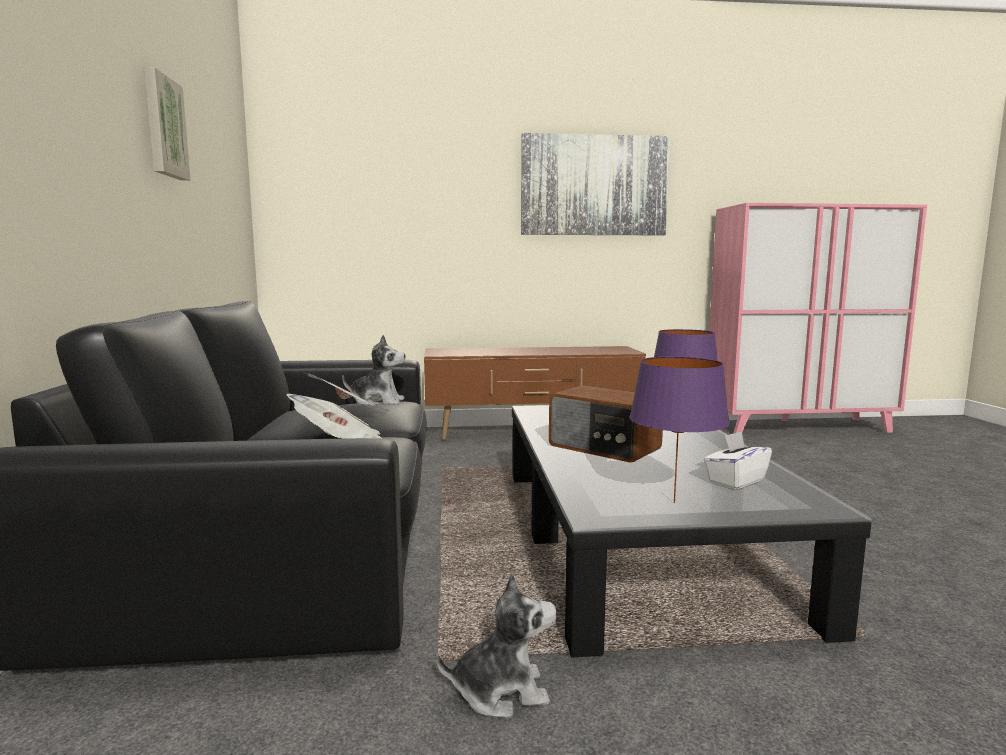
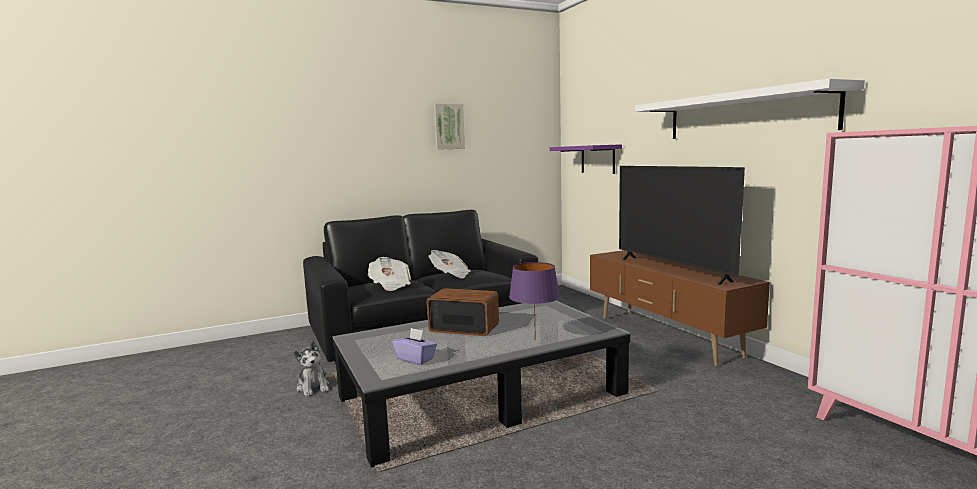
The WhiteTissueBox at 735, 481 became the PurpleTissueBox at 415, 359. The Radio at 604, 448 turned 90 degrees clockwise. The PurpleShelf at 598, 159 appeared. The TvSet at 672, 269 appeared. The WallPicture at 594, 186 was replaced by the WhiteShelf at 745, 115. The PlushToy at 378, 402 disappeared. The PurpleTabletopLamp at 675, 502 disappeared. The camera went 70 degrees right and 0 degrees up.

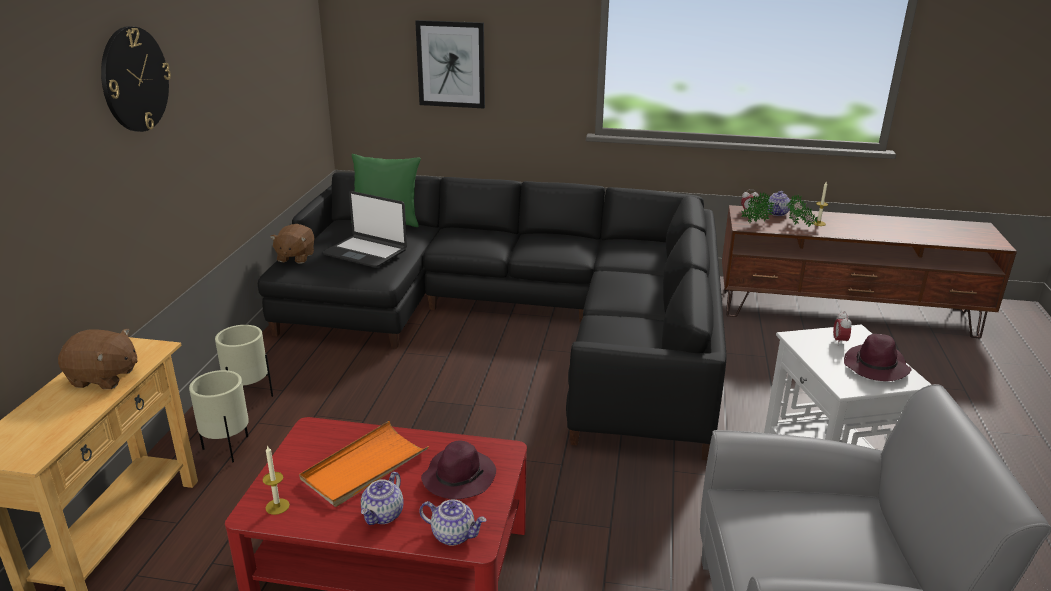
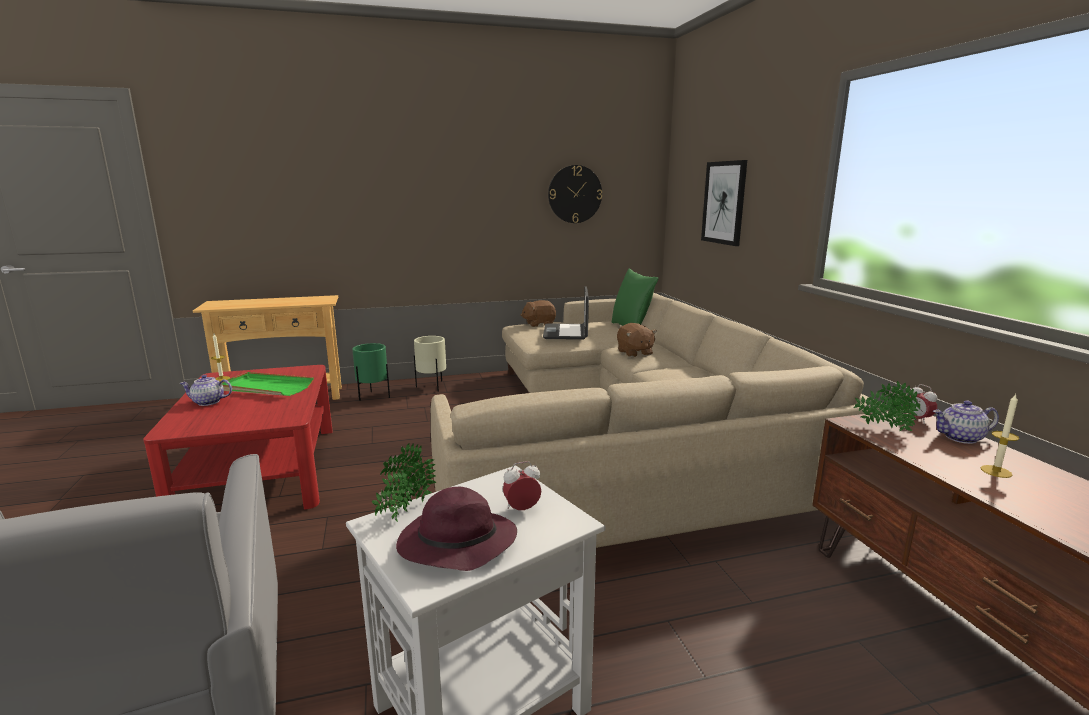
The OrangeTray at 364, 467 became the GreenishTray at 265, 388. The BeigePlantPot at 228, 449 became the GreenishPlantPot at 373, 397. The Houseplant moved from 799, 226 to 403, 512. The BlackColouredSofa at 517, 320 became the BeigeSofa at 630, 436. The HangingClock moved from 134, 79 to 575, 194. The BrownColouredPlushToy moved from 104, 378 to 634, 353. The PotForTea at 454, 535 disappeared. The PurpleHat at 459, 477 disappeared. The camera went 65 degrees right and 10 degrees down.

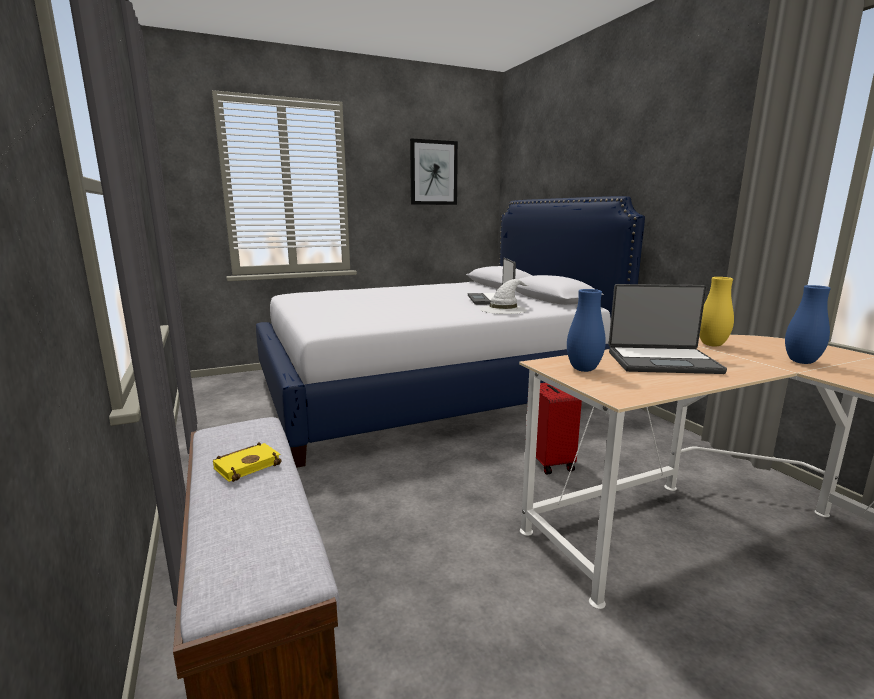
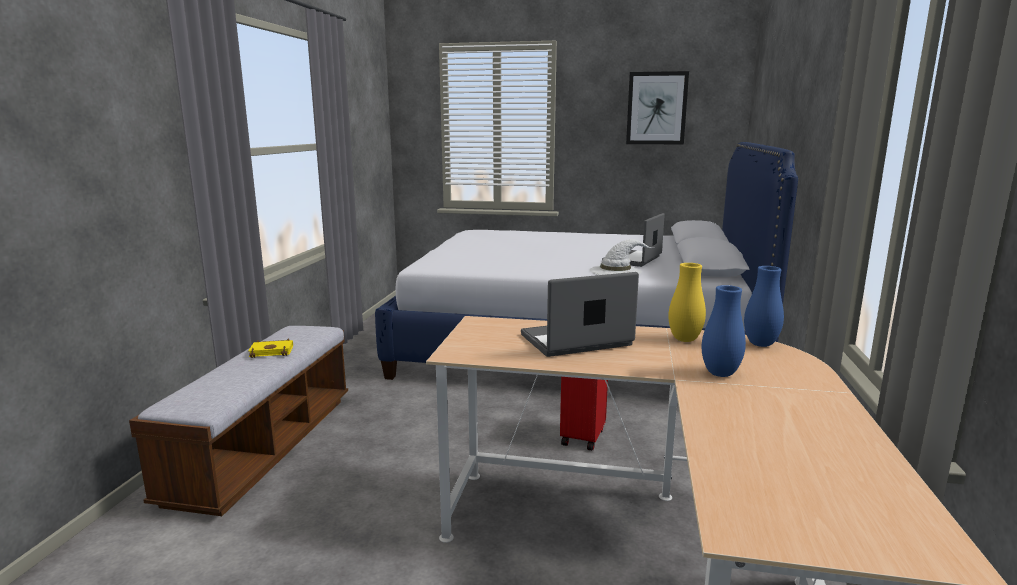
The PortableComputer at 662, 361 turned 120 degrees clockwise. The BluishFlowerVase moved from 583, 369 to 760, 344. The camera went 35 degrees right and 0 degrees up.

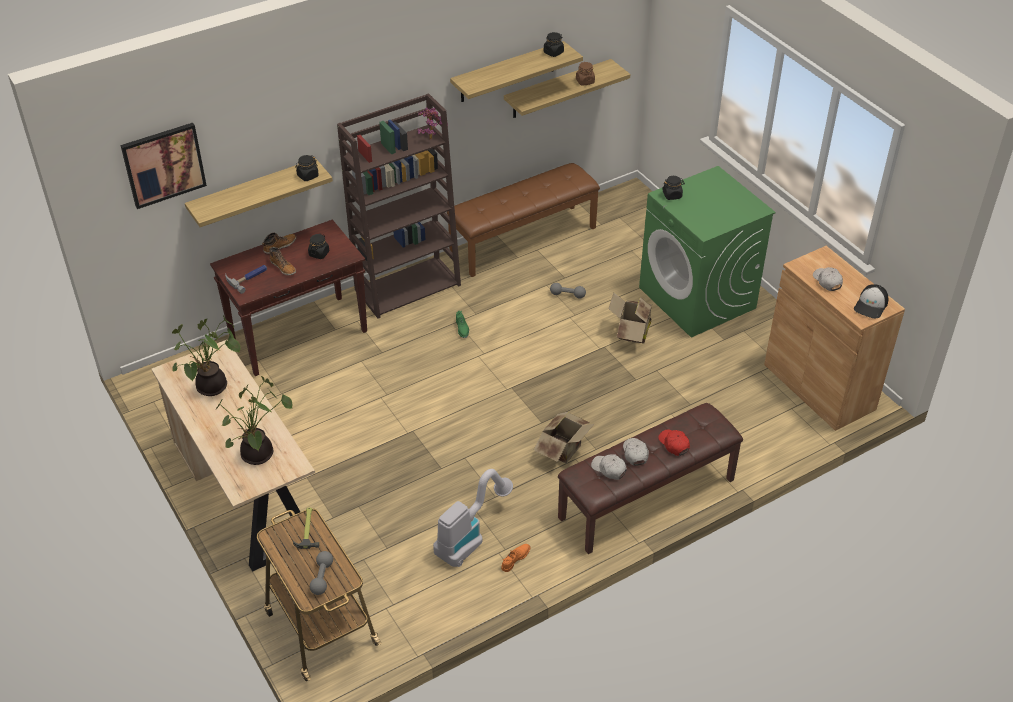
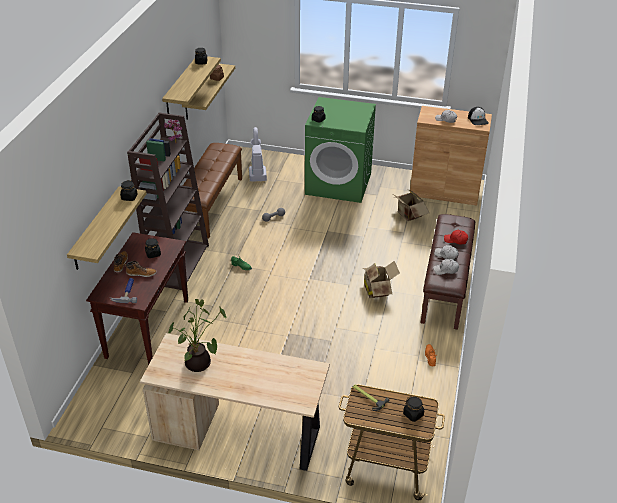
The Vacuum moved from 470, 537 to 257, 170. The Carton moved from 630, 333 to 408, 215. The GrayFreeWeight at 322, 577 was replaced by the BlackColouredPreserveJar at 413, 414. The WallPicture at 163, 164 disappeared. The Houseplant at 258, 456 disappeared. The camera went 45 degrees left and 5 degrees down.

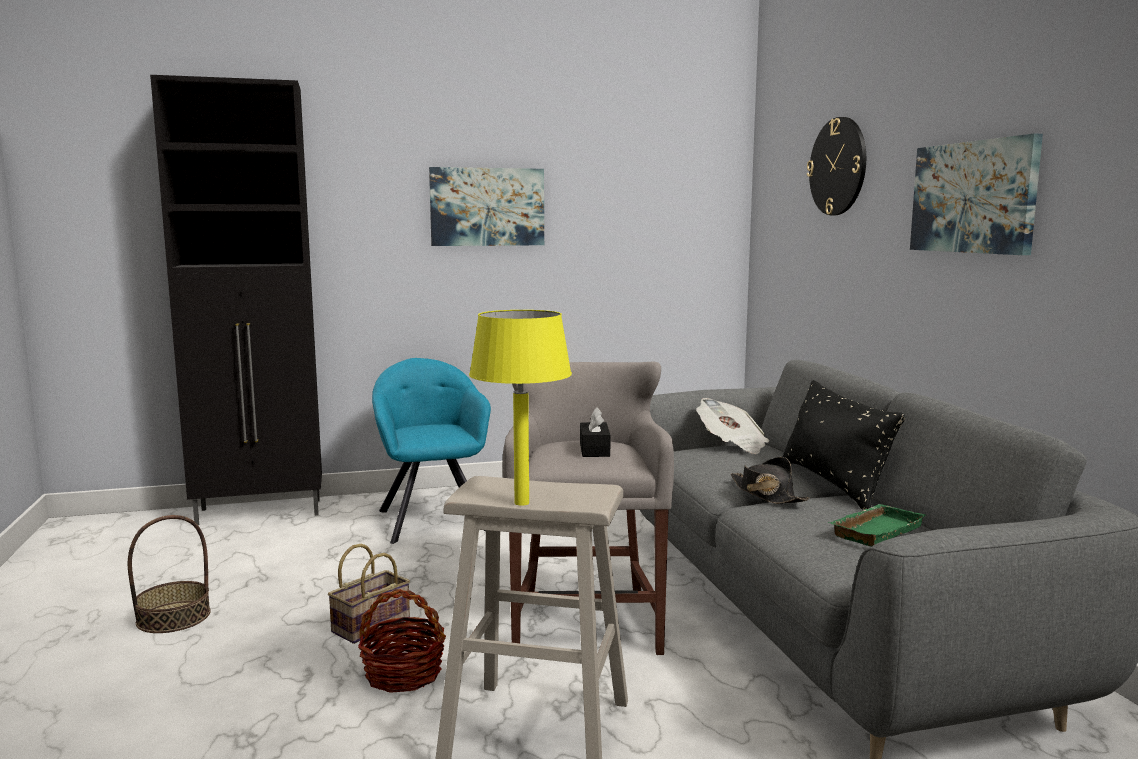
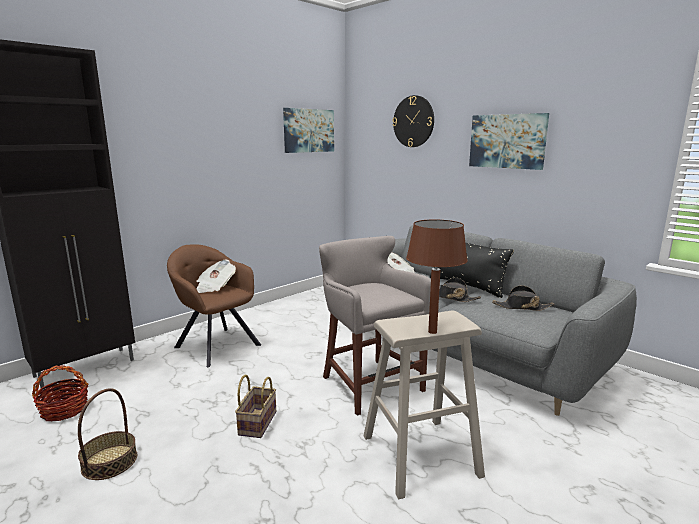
The StorageBasket moved from 403, 674 to 64, 410. The TurquoiseColouredArmchair at 432, 518 became the BrownColouredArmchair at 215, 345. The DailyPaper at 214, 287 appeared. The WallPicture moved from 487, 207 to 308, 130. The YellowTabletopLamp at 522, 502 became the BrownColouredTabletopLamp at 432, 331. The GreenishTray at 875, 530 was replaced by the BlackColouredHat at 522, 307. The BlackColouredTissueBox at 594, 450 disappeared. The camera went 30 degrees left and 5 degrees up.

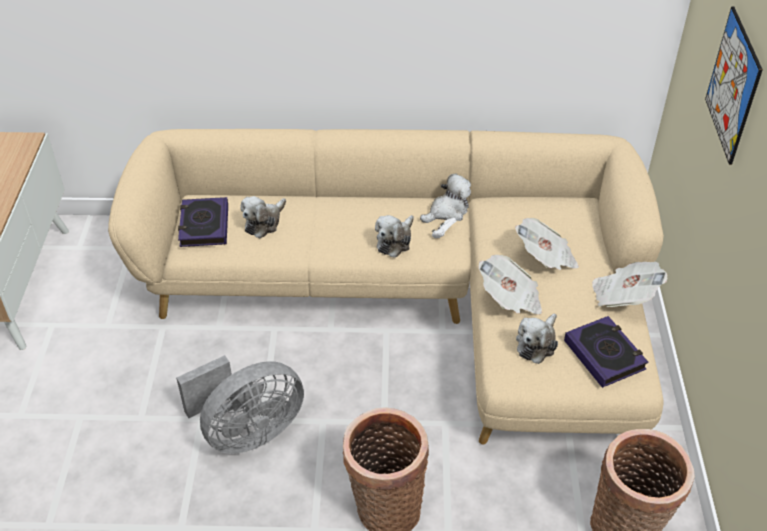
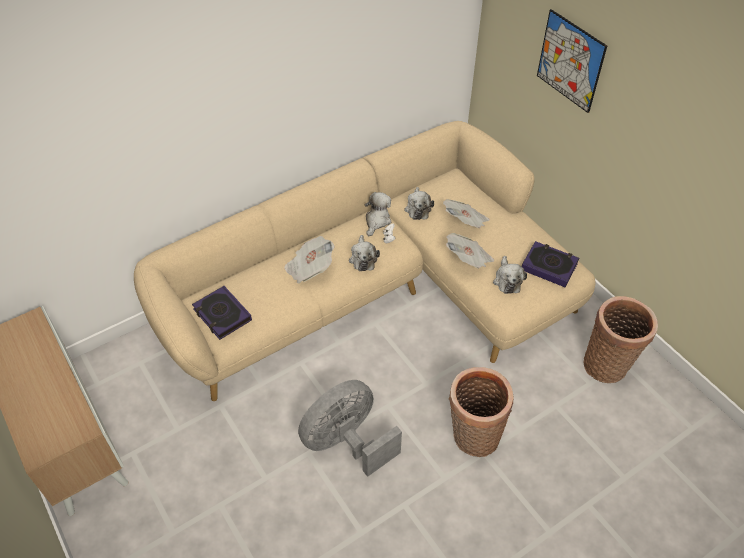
The DailyPaper moved from 623, 296 to 309, 268. The GrayCoolingFan at 247, 432 turned 150 degrees counterclockwise. The PlushToy moved from 264, 222 to 418, 208. The camera went 35 degrees left and 5 degrees up.

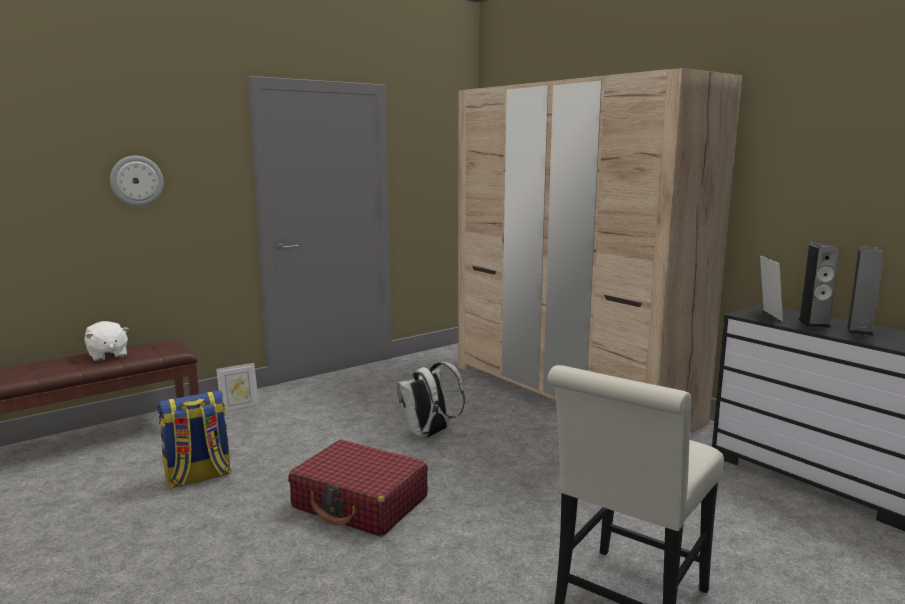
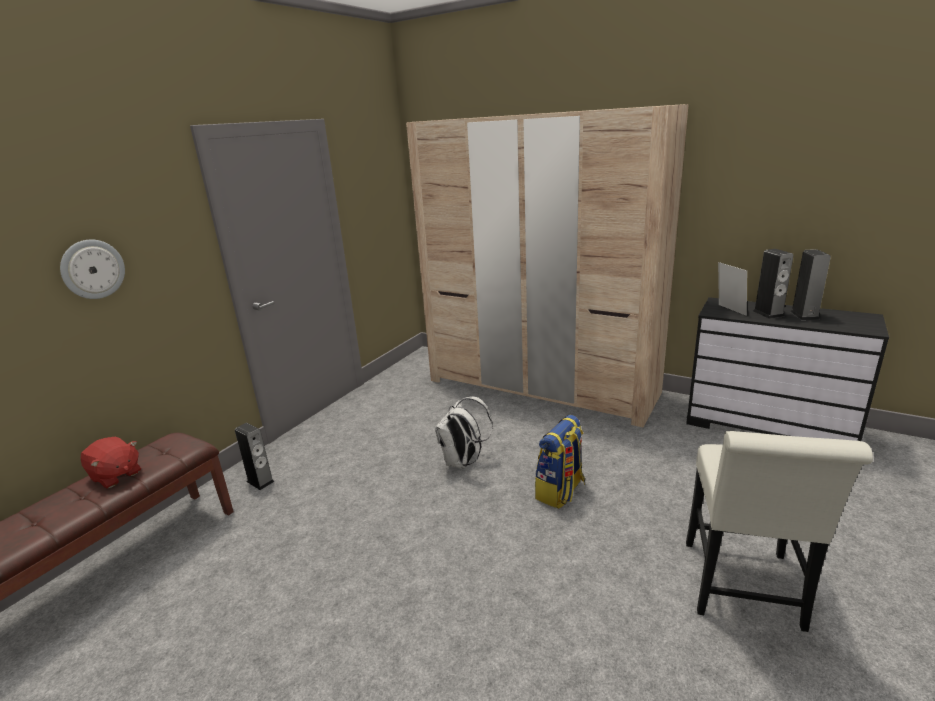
The WhitePlushToy at 107, 356 became the RedPlushToy at 116, 476. The StandingFrame at 239, 410 was replaced by the AudioSpeaker at 260, 481. The Rucksack moved from 198, 477 to 560, 491. The RedTravelCase at 360, 503 disappeared. The camera went 20 degrees left and 10 degrees up.

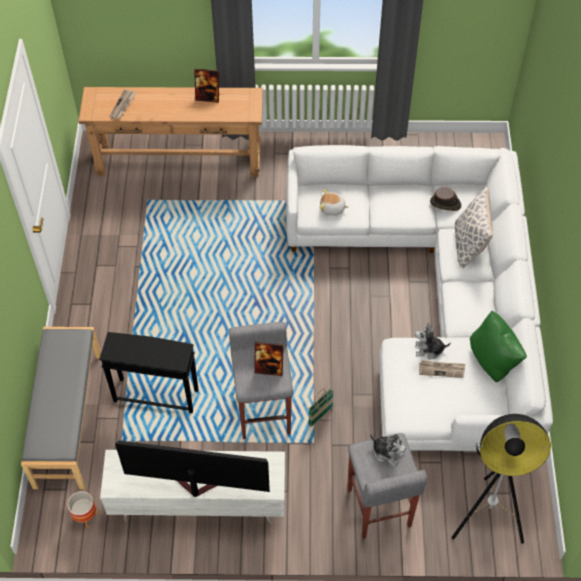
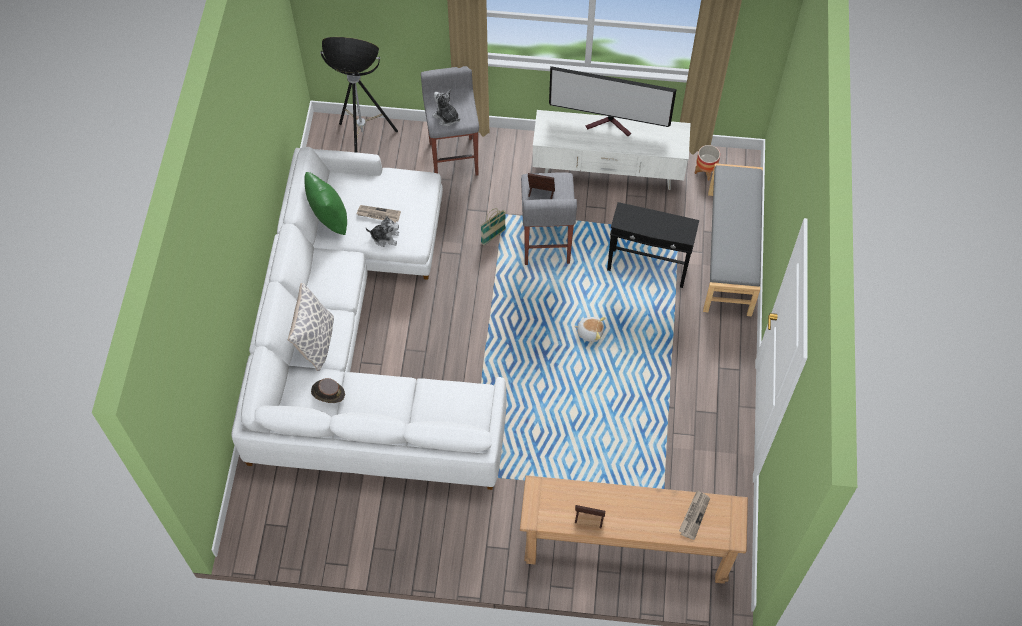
The PlushToy moved from 332, 209 to 590, 332. The camera went 175 degrees left and 5 degrees up.

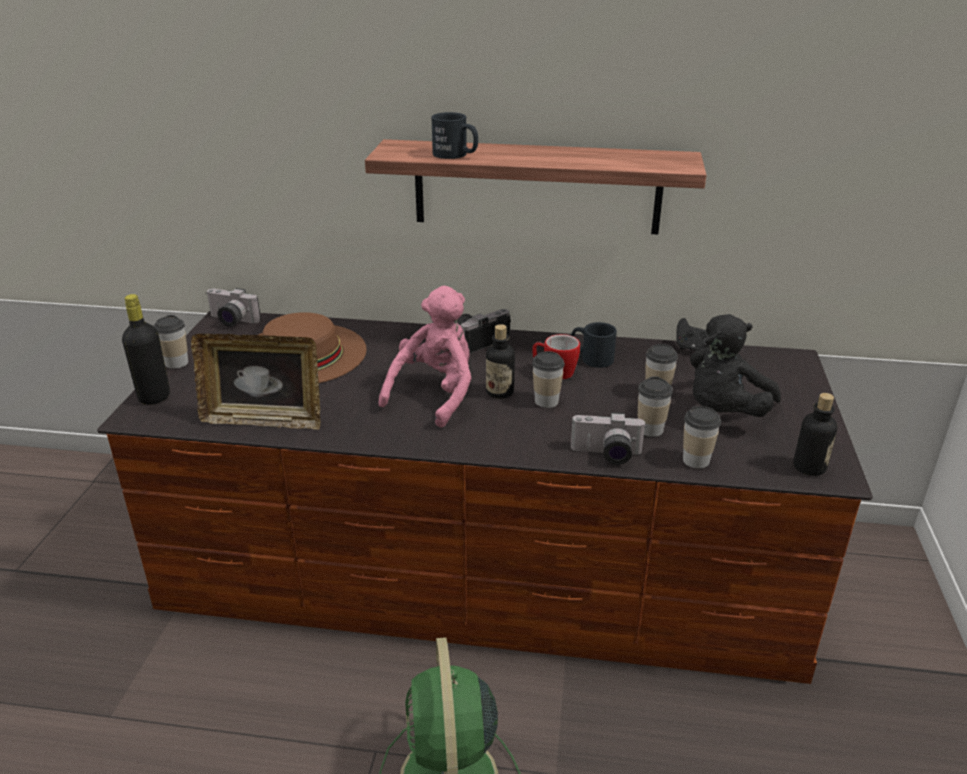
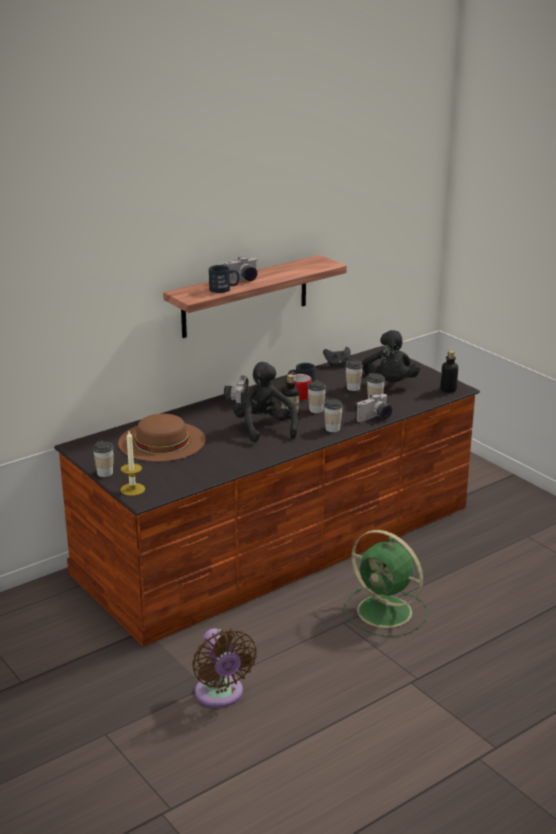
The BlackColouredDrinkBottle at 154, 397 was replaced by the Candle at 132, 489. The BrownColouredCoolingFan at 220, 695 appeared. The StillCamera moved from 231, 321 to 241, 280. The PinkColouredPlushToy at 435, 394 became the BlackColouredPlushToy at 264, 428. The Cup moved from 696, 460 to 332, 429. The StandingFrame at 264, 420 disappeared. The camera went 45 degrees left and 5 degrees down.

